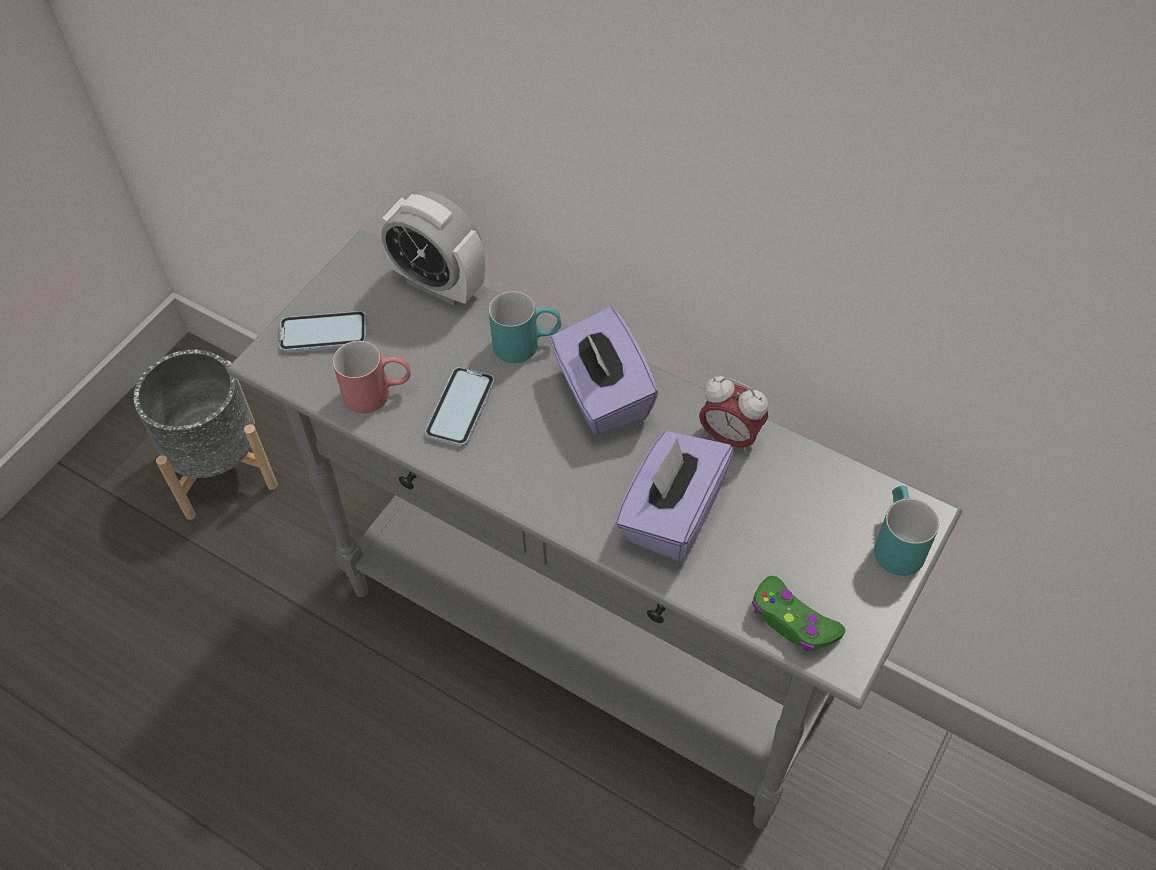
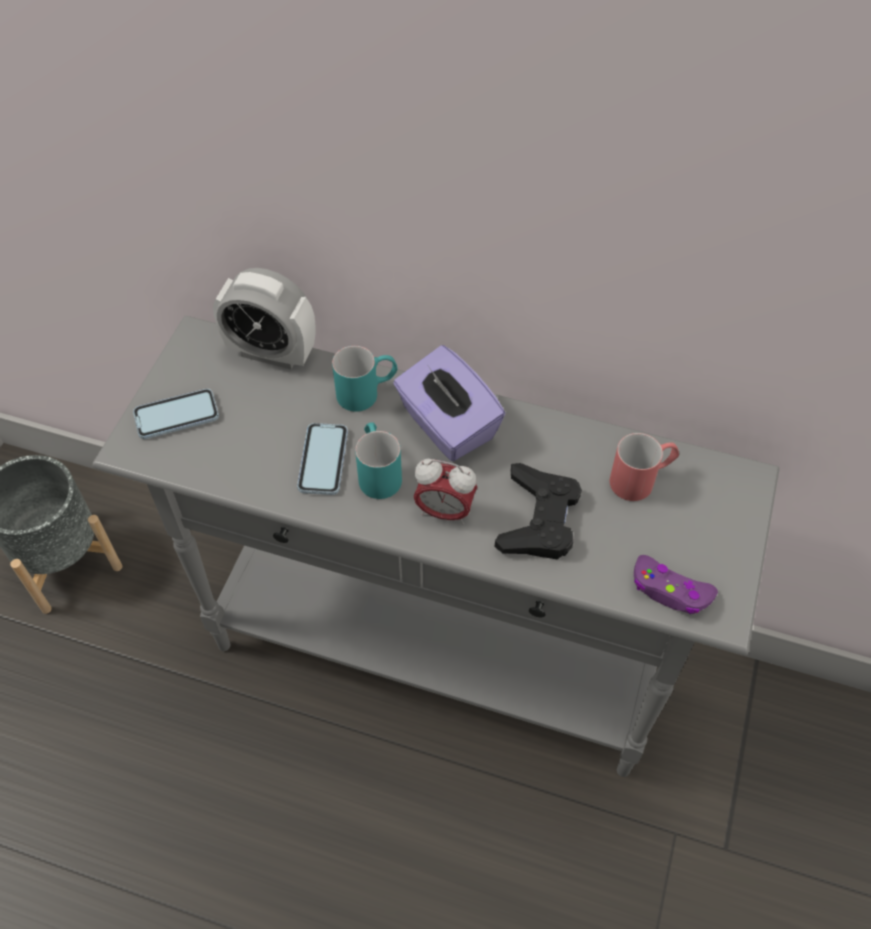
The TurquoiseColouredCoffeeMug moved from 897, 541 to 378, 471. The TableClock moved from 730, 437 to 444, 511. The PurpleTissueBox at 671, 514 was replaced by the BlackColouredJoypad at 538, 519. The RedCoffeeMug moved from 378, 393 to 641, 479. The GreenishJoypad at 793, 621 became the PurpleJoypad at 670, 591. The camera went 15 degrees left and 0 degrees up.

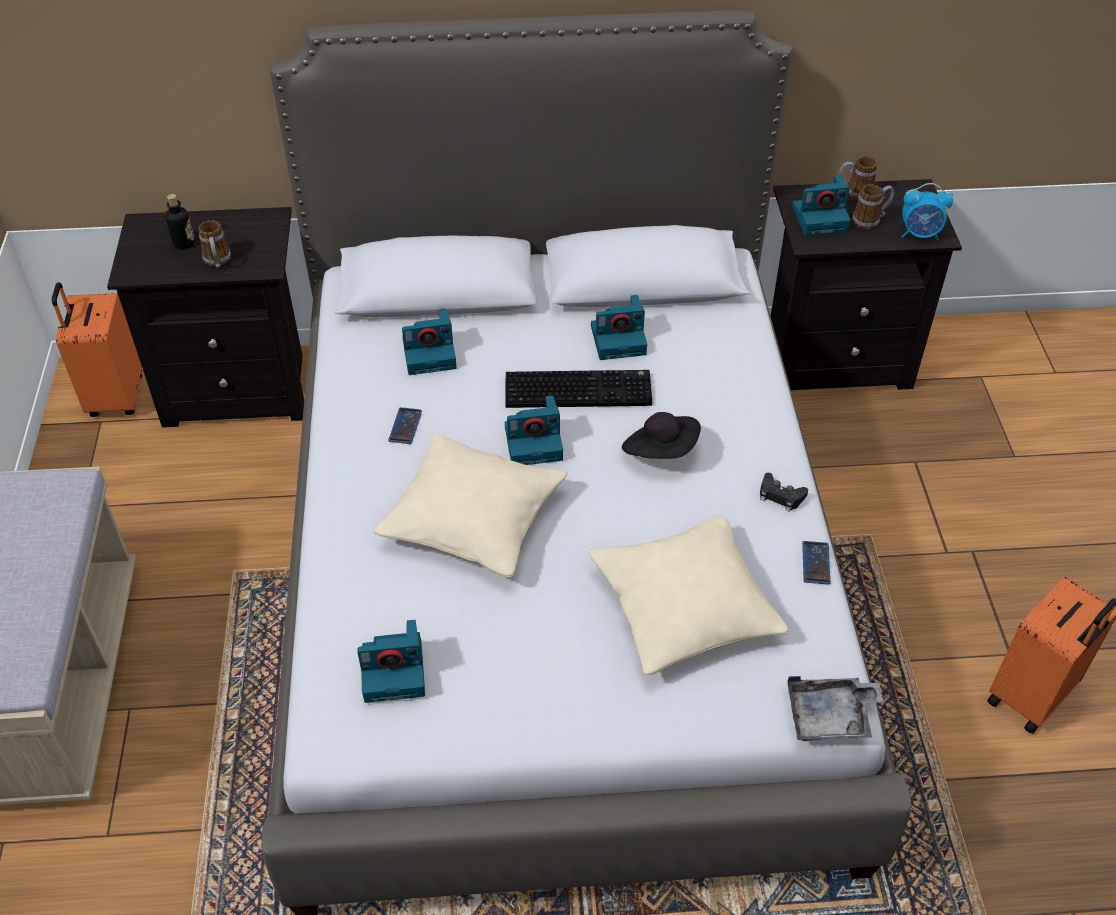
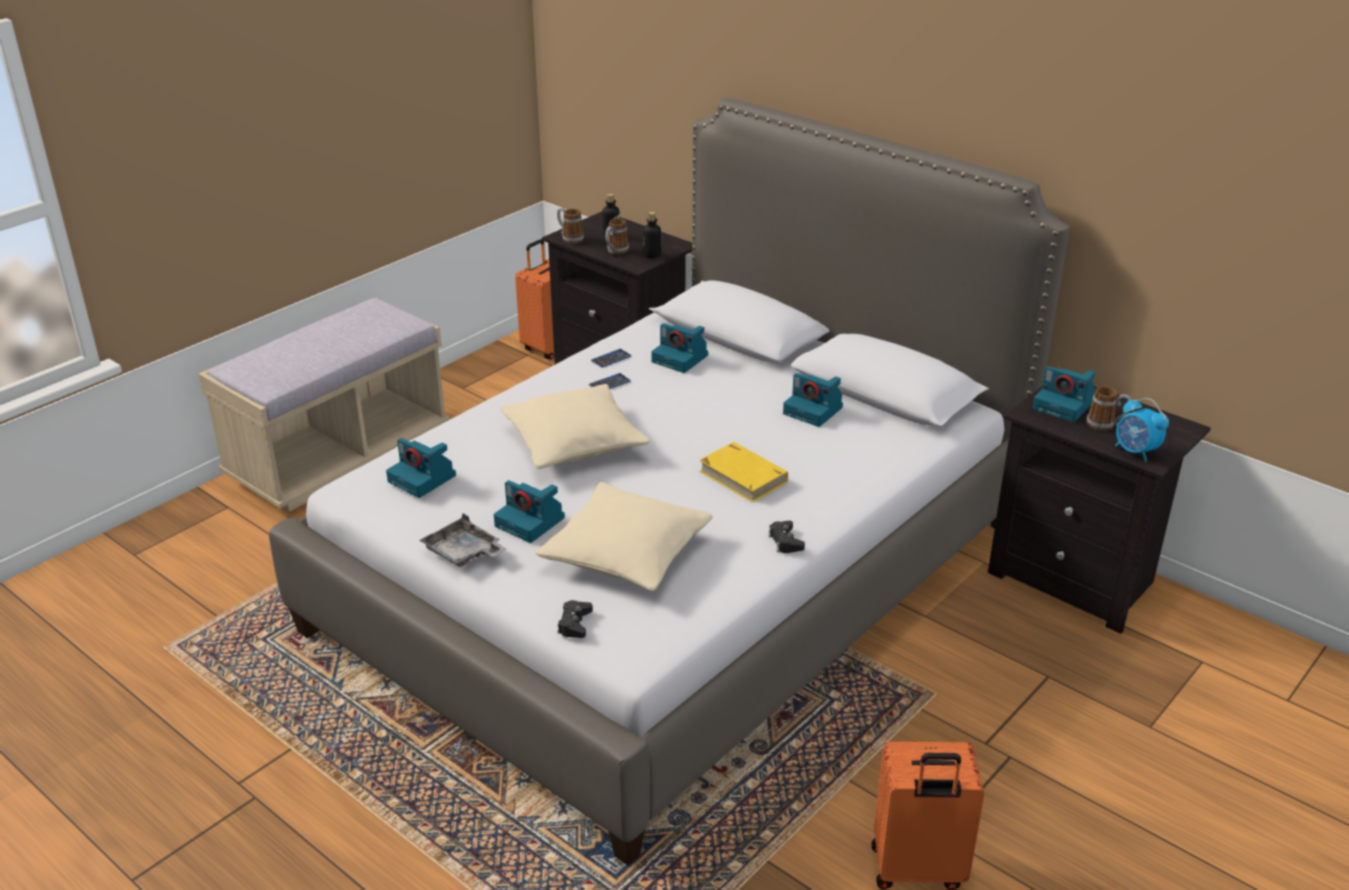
The GrayTray moved from 830, 717 to 463, 553. The StillCamera moved from 535, 442 to 531, 522. The CoffeeMug moved from 854, 193 to 570, 238. The BlackColouredJoypad at 574, 624 appeared. The Phone moved from 816, 563 to 611, 359. The DrinkBottle at 652, 255 appeared. The BlackColouredHat at 661, 451 was replaced by the YellowVolume at 743, 476. The Keyboard at 579, 389 disappeared. The camera went 45 degrees right and 15 degrees down.

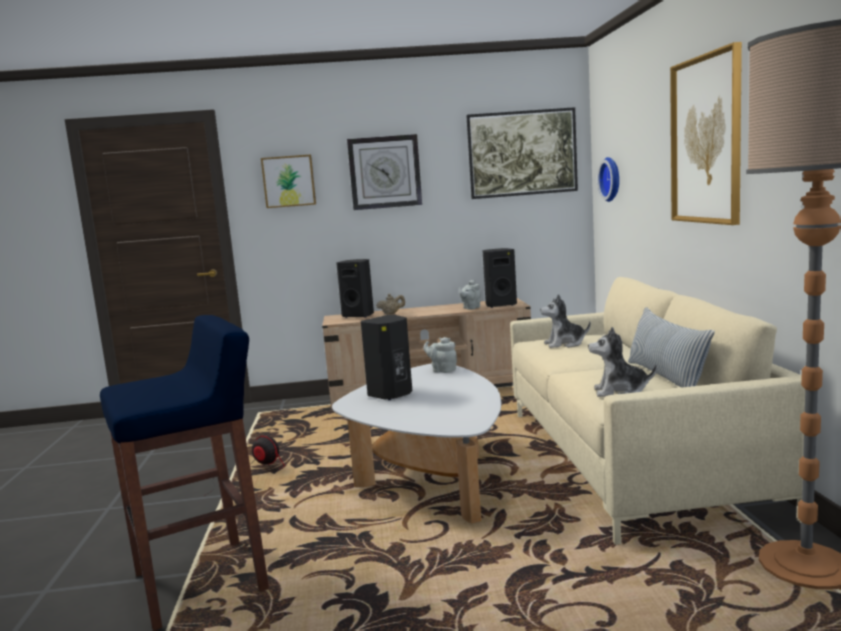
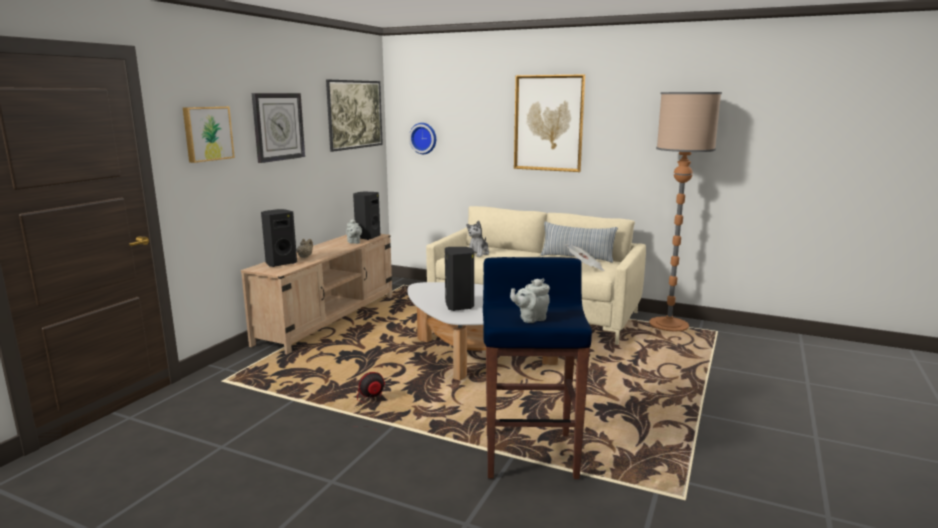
The GrayPotForTea moved from 442, 370 to 531, 319. The PlushToy at 620, 392 was replaced by the DailyPaper at 585, 268. The camera went 60 degrees left and 5 degrees up.

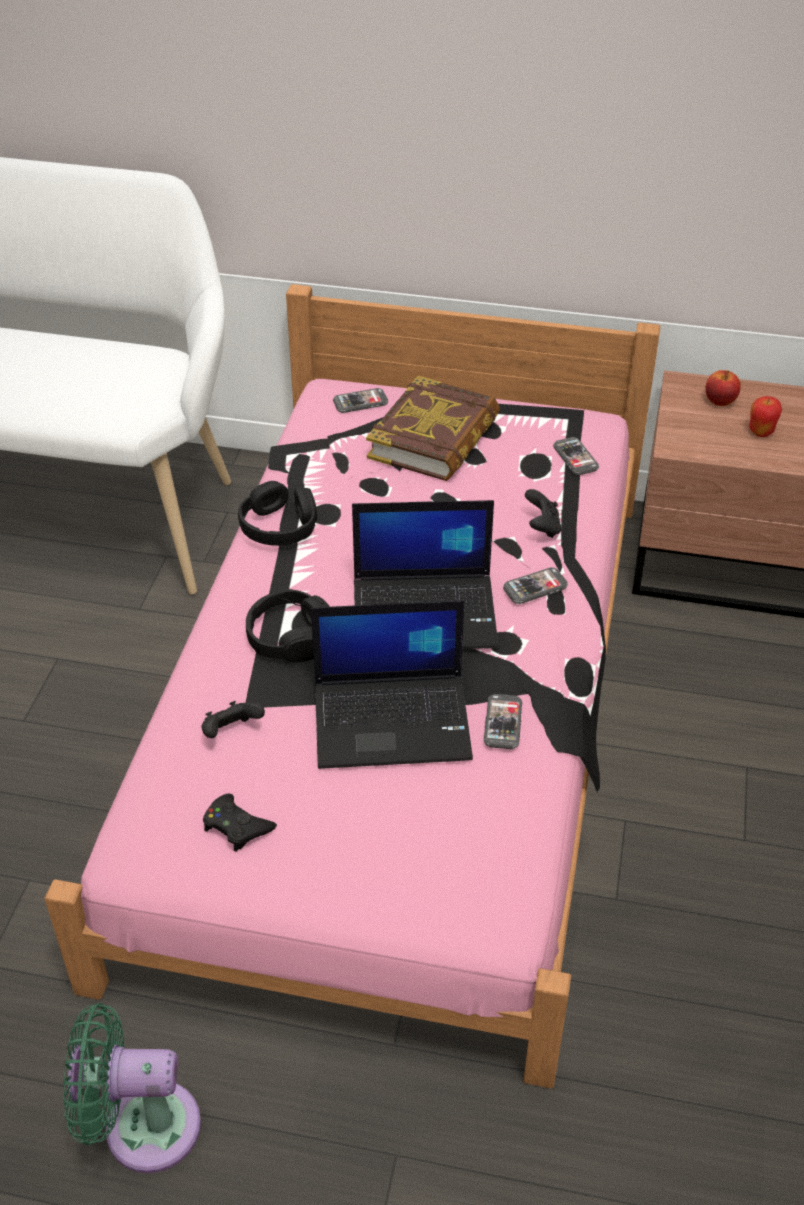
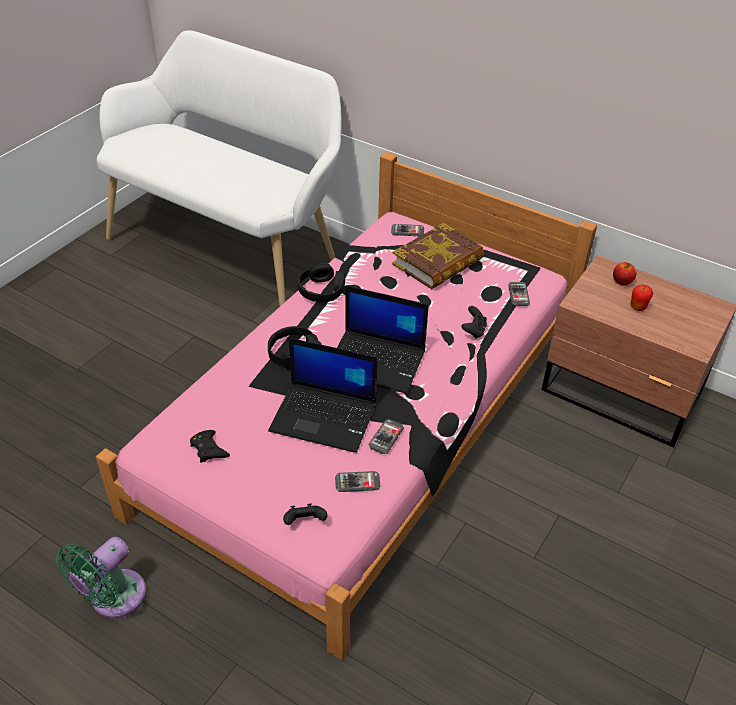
The GreenishCoolingFan at 141, 1126 turned 75 degrees counterclockwise. The BlackColouredJoypad moved from 231, 732 to 305, 522. The Phone moved from 535, 587 to 357, 482. The camera went 20 degrees right and 0 degrees up.

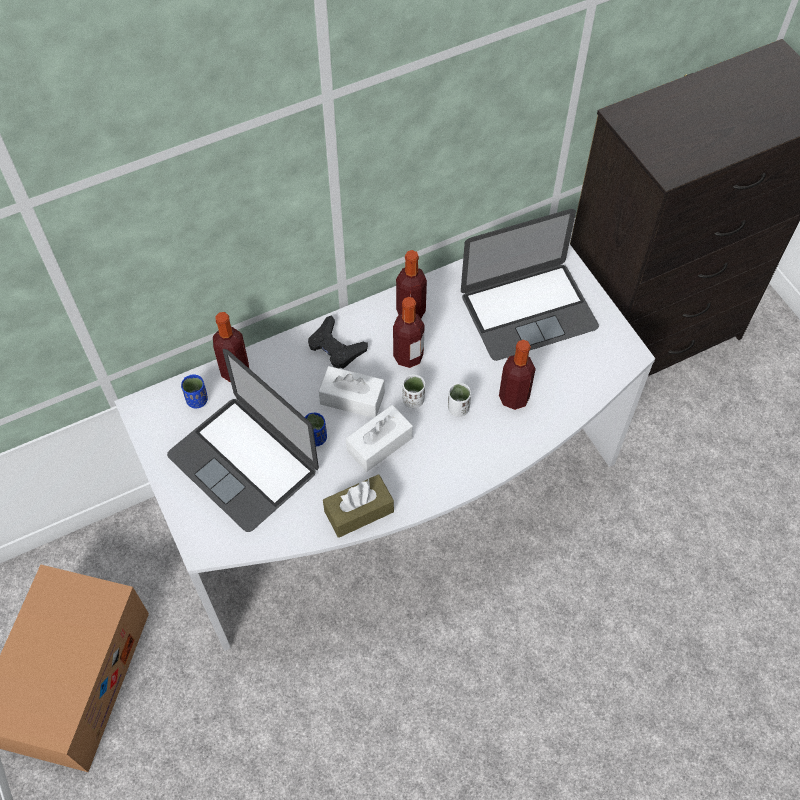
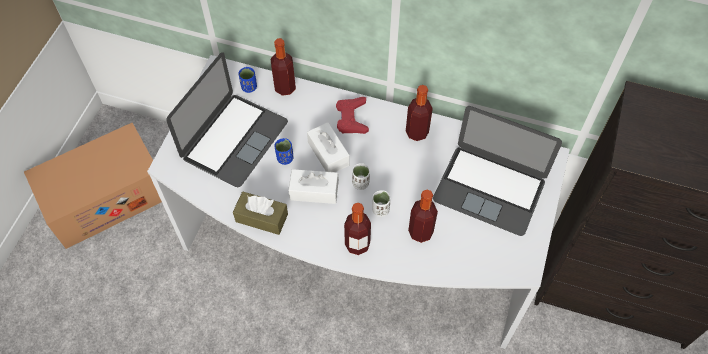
The PortableComputer at 243, 462 turned 150 degrees counterclockwise. The BlackColouredJoypad at 336, 347 became the RedJoypad at 351, 118. The DrinkBottle moved from 408, 356 to 357, 244. The camera went 45 degrees right and 0 degrees up.

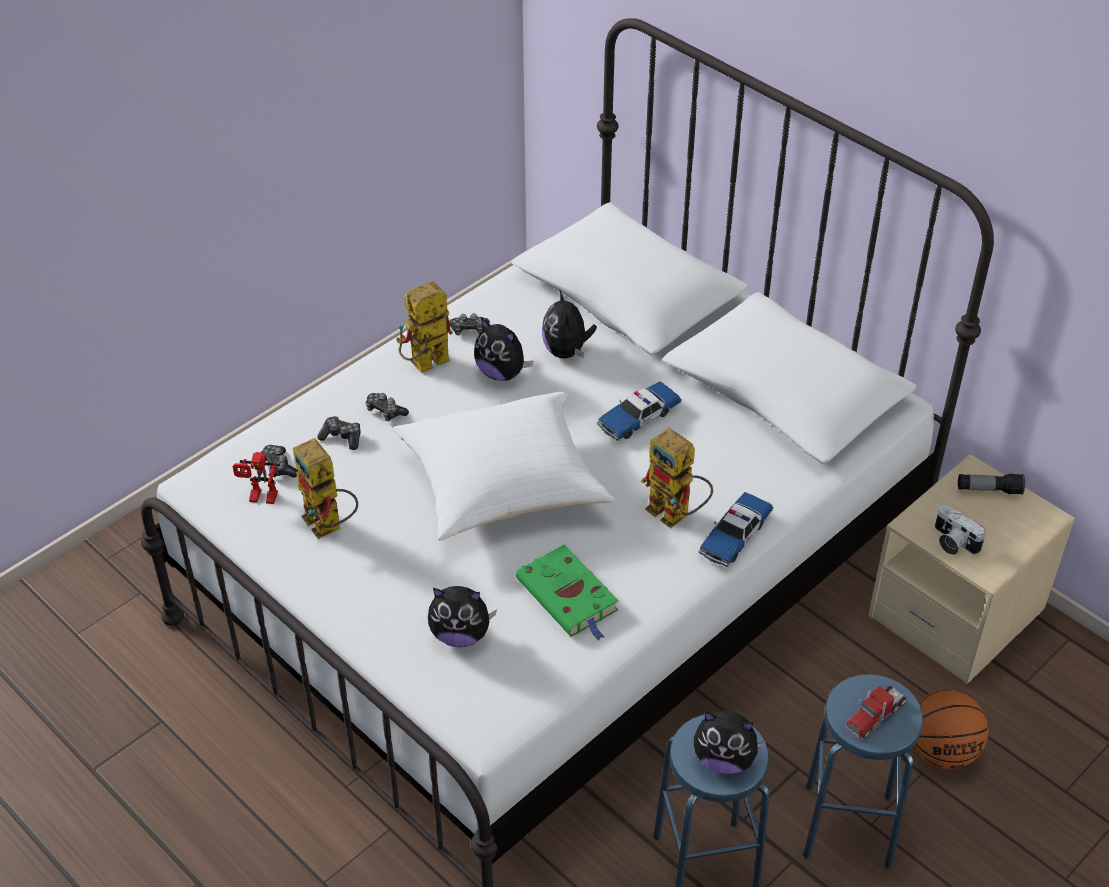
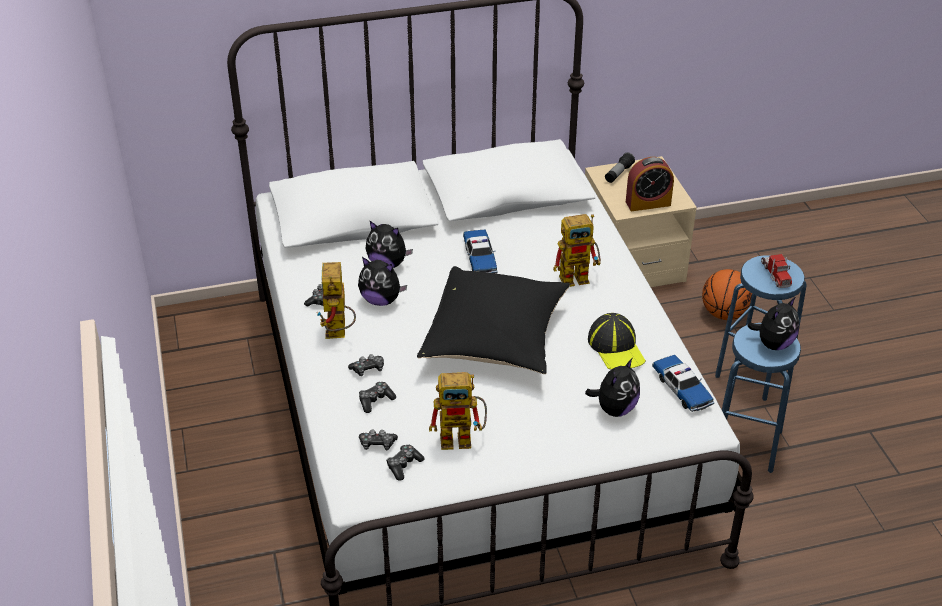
The PlushToy at 502, 373 turned 45 degrees clockwise. The RobotFigure at 260, 499 was replaced by the Joypad at 404, 465. The WhiteThrowPillow at 502, 489 became the BlackColouredThrowPillow at 495, 341. The GreenishVolume at 569, 597 was replaced by the Cap at 616, 348. The StillCamera at 952, 542 was replaced by the TableClock at 648, 203. The ToyCar moved from 735, 536 to 682, 389. The camera went 60 degrees left and 5 degrees down.

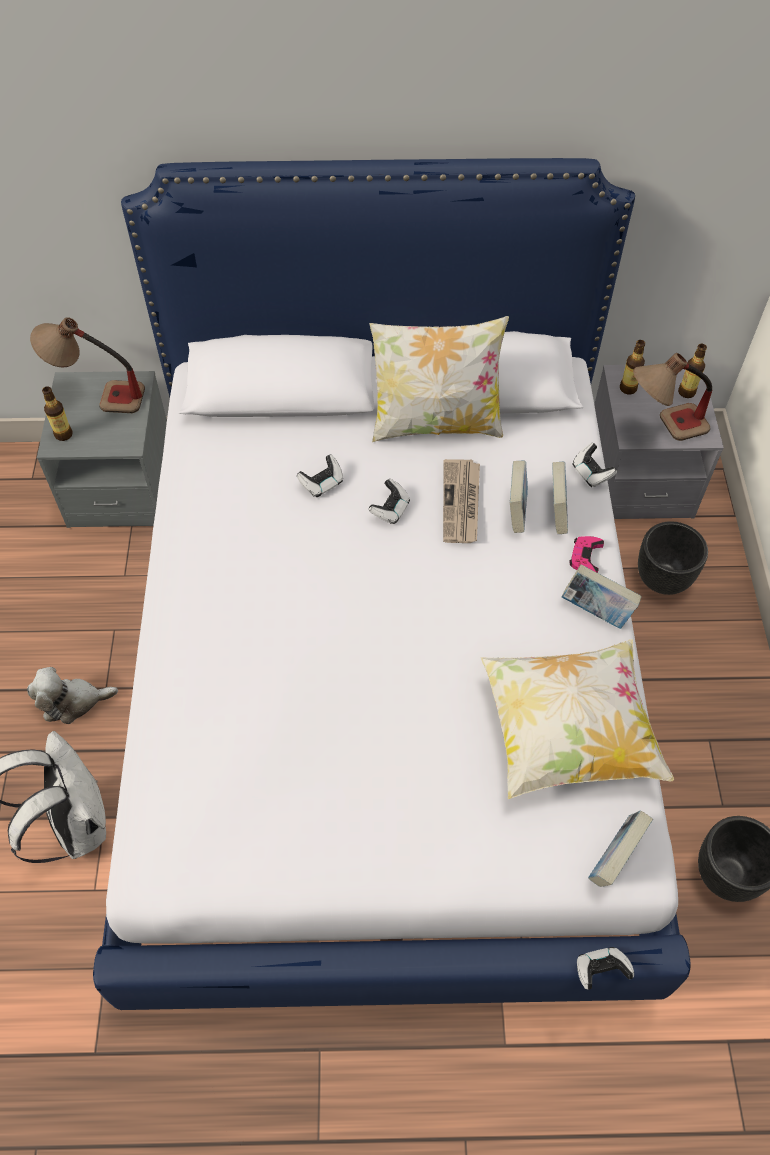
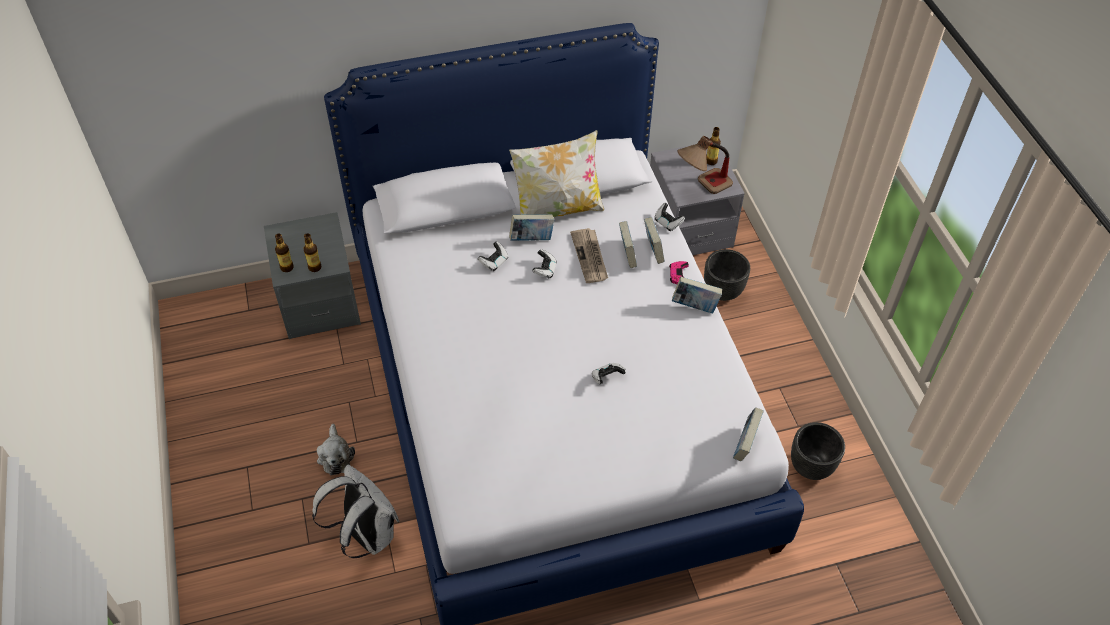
The DrinkBottle moved from 628, 388 to 315, 267. The PlushToy at 73, 702 turned 75 degrees counterclockwise. The Volume at 531, 239 appeared. The Joypad moved from 600, 970 to 607, 377. The TabletopLamp at 98, 397 disappeared. The ThrowPillow at 567, 733 disappeared. The camera went 15 degrees left and 5 degrees down.

